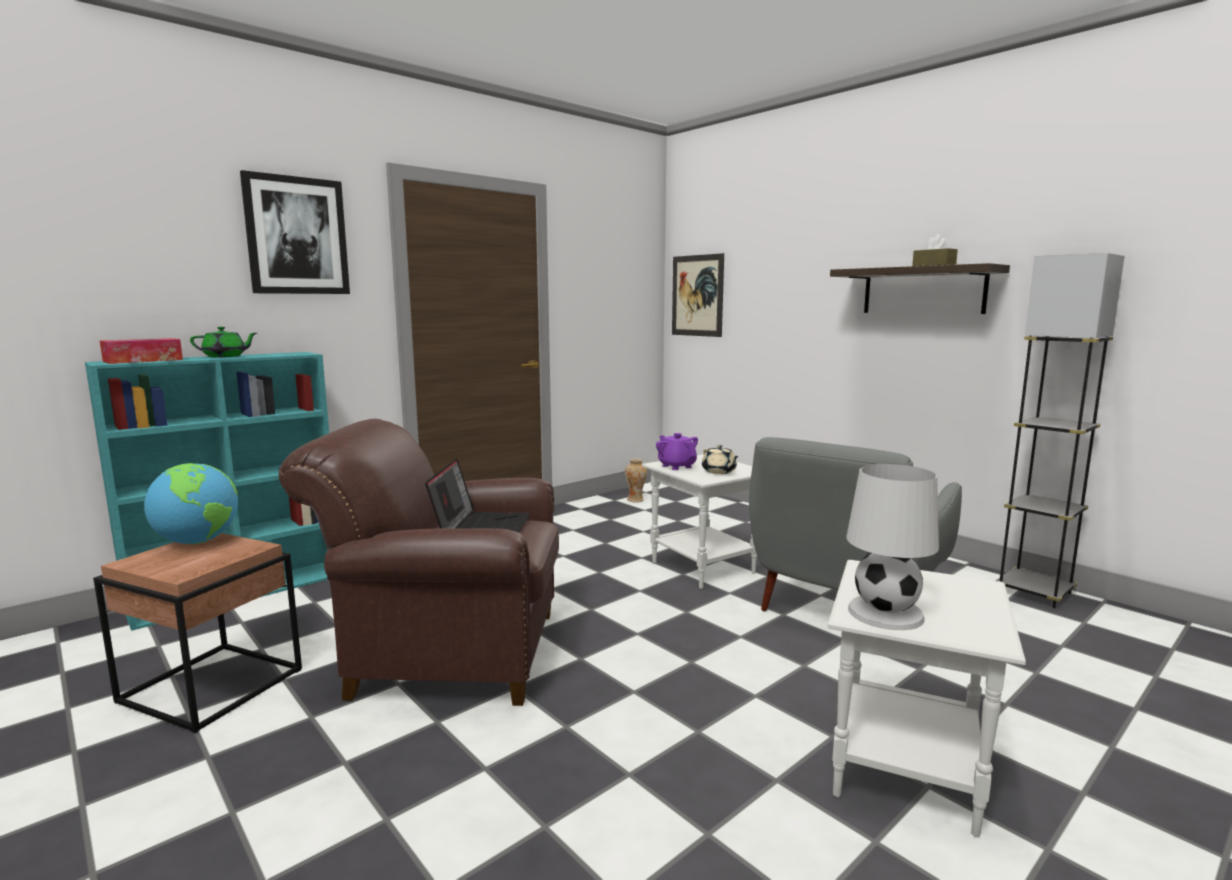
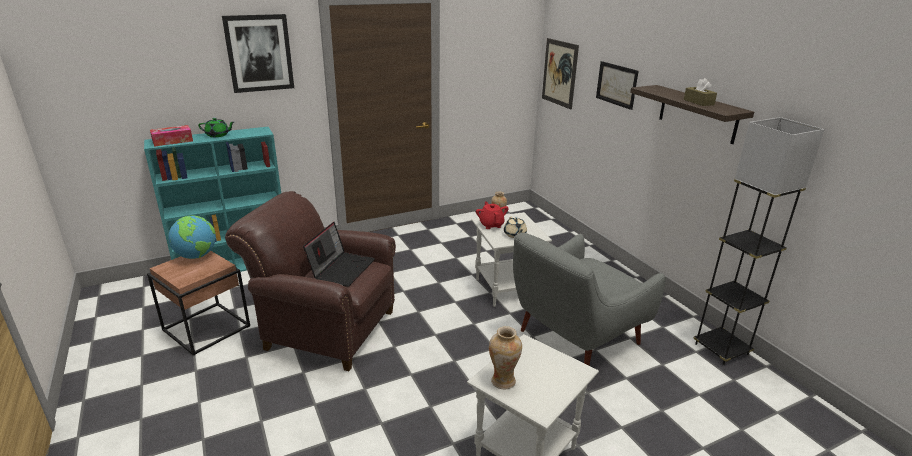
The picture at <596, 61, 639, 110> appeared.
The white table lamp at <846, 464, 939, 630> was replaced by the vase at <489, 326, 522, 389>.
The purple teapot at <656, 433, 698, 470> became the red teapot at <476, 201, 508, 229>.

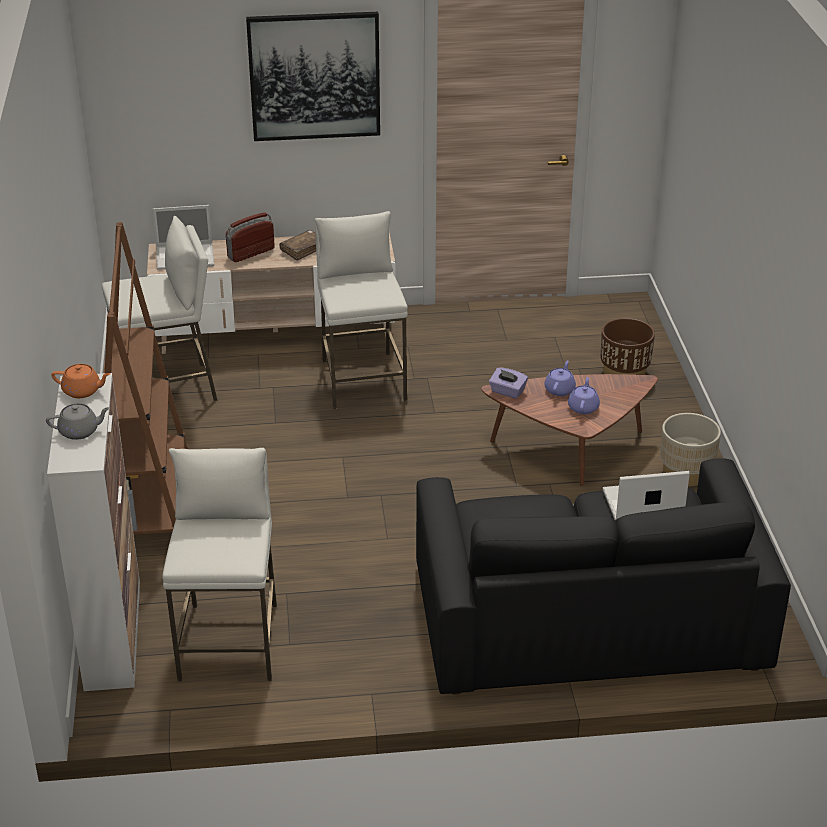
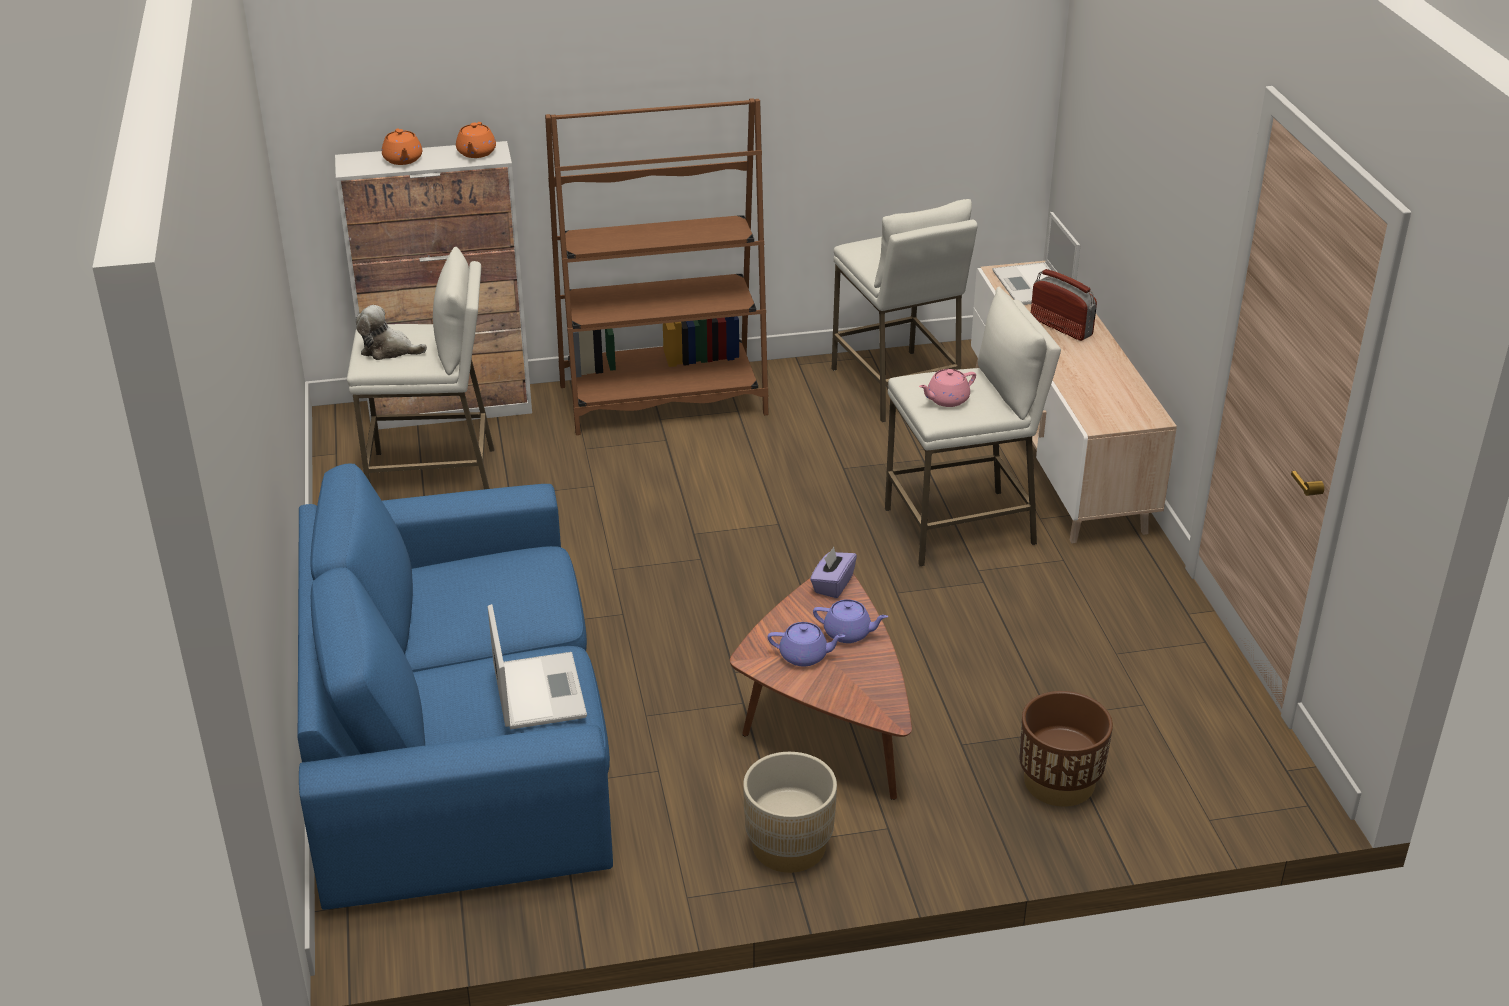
The picture at <246, 12, 380, 141> disappeared.
The brown book at <280, 230, 316, 261> disappeared.
The plush toy at <356, 305, 427, 360> appeared.
The pink teapot at <919, 369, 976, 407> appeared.
The grey teapot at <46, 403, 110, 440> became the orange teapot at <382, 129, 422, 165>.
The black sofa at <416, 458, 791, 695> became the blue sofa at <297, 463, 613, 910>.

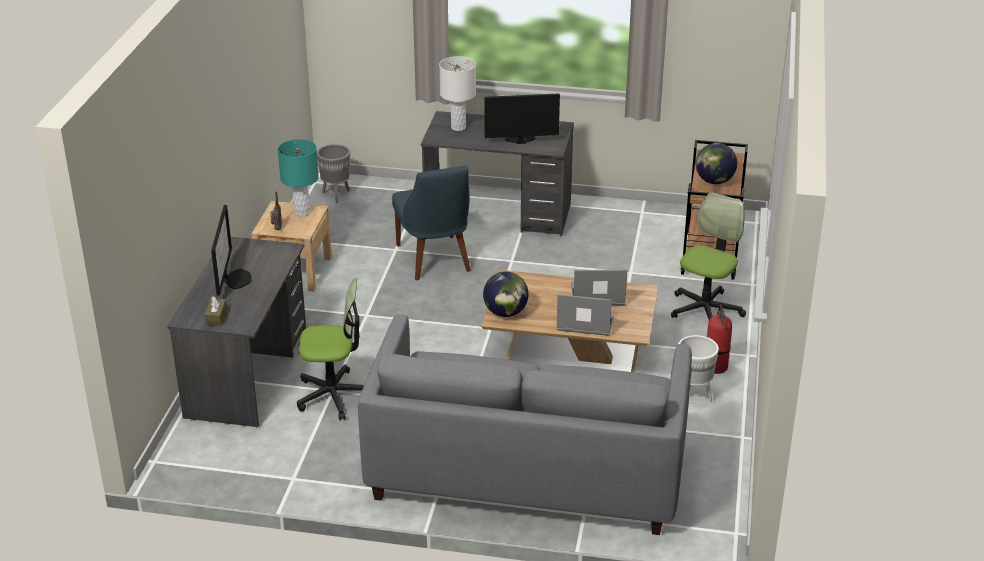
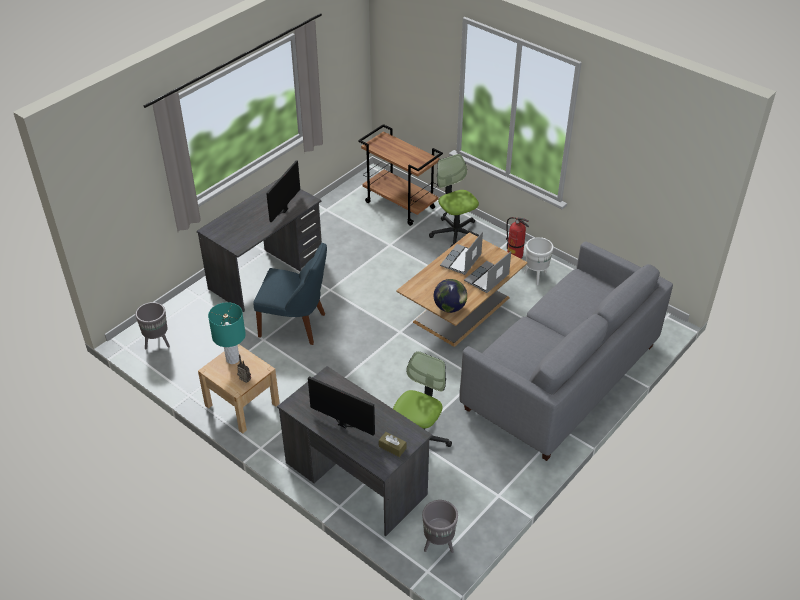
The white table lamp at <439, 56, 476, 131> disappeared.
The globe at <696, 143, 737, 184> disappeared.
The grey planter at <422, 500, 458, 553> appeared.

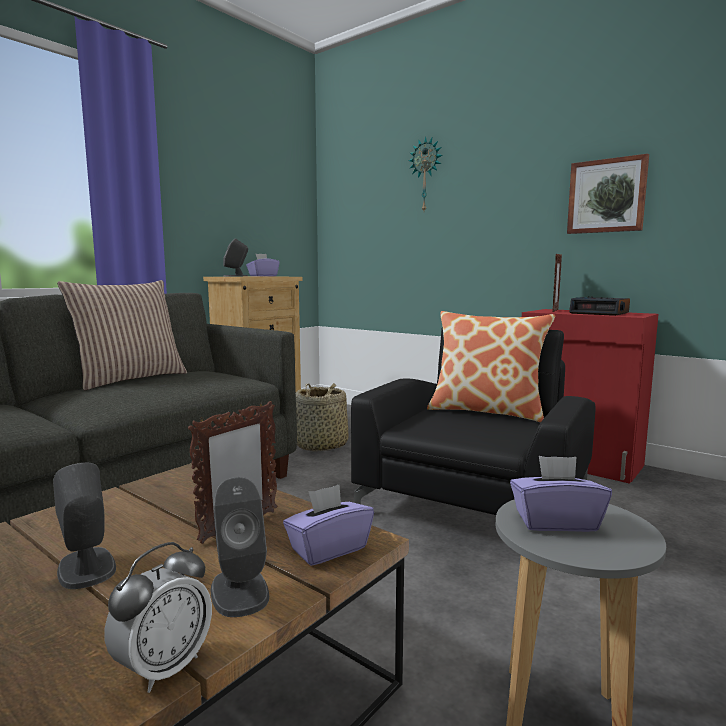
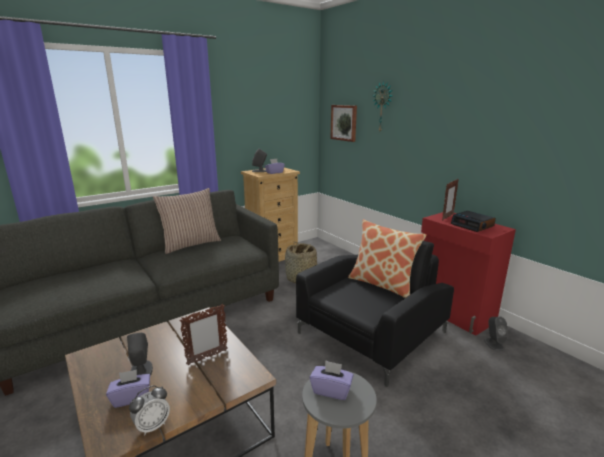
The grey speaker moved from <210, 477, 269, 617> to <484, 317, 508, 351>.
The purple tissue box moved from <283, 485, 374, 566> to <106, 370, 150, 408>.
The picture moved from <567, 154, 649, 234> to <330, 105, 357, 142>.

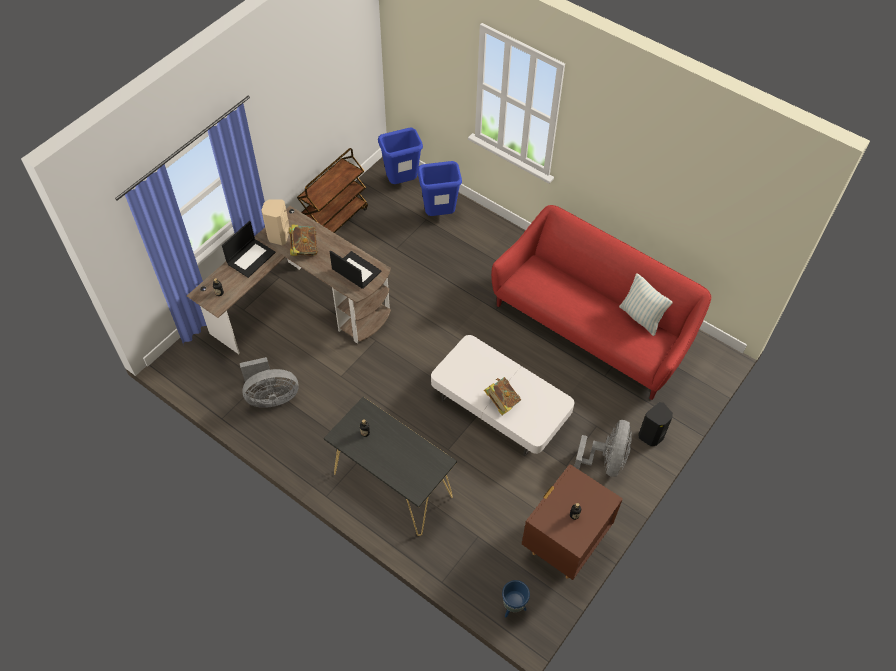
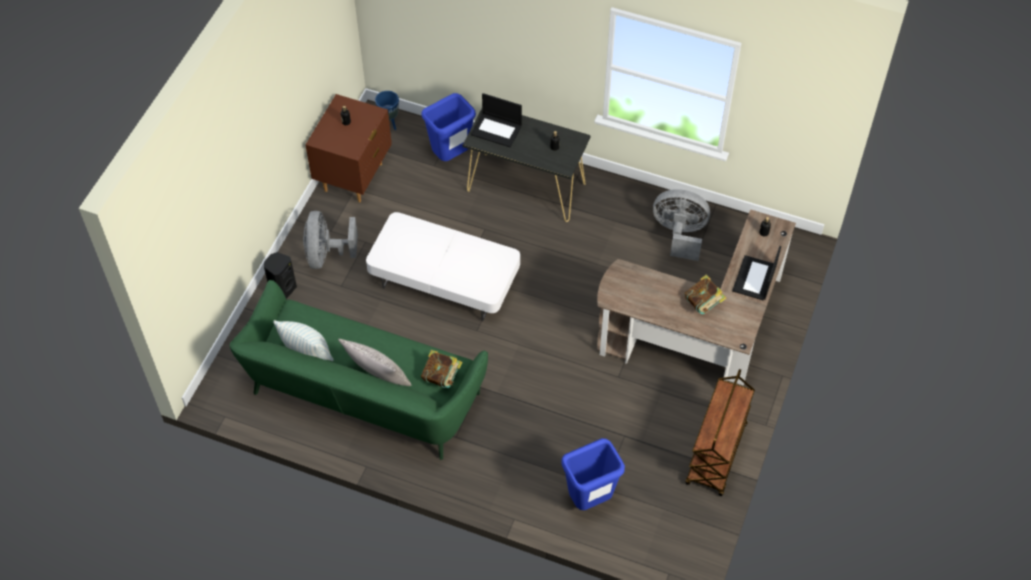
The beige speaker at <261, 199, 289, 245> disappeared.
The grey pillow at <338, 339, 411, 386> appeared.
The laptop moved from <330, 250, 381, 289> to <471, 93, 522, 147>.
The blue trash can moved from <378, 127, 423, 184> to <421, 93, 476, 161>.
The book moved from <484, 377, 521, 415> to <421, 350, 462, 388>.
The red sofa at <491, 205, 711, 400> became the green sofa at <230, 280, 488, 460>.
The grey fan at <240, 357, 299, 408> turned 45 degrees clockwise.

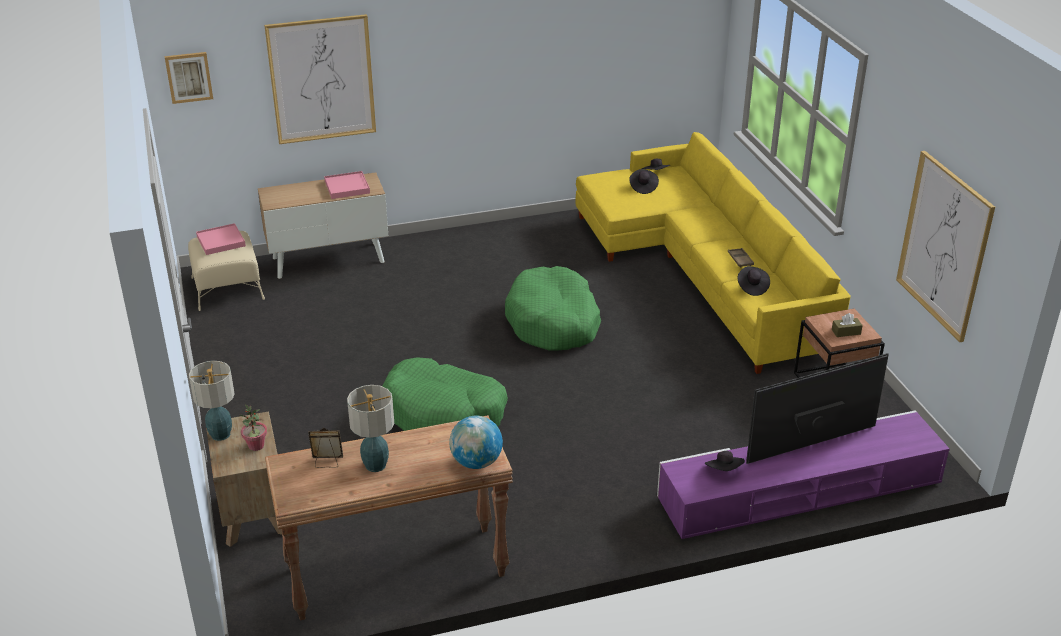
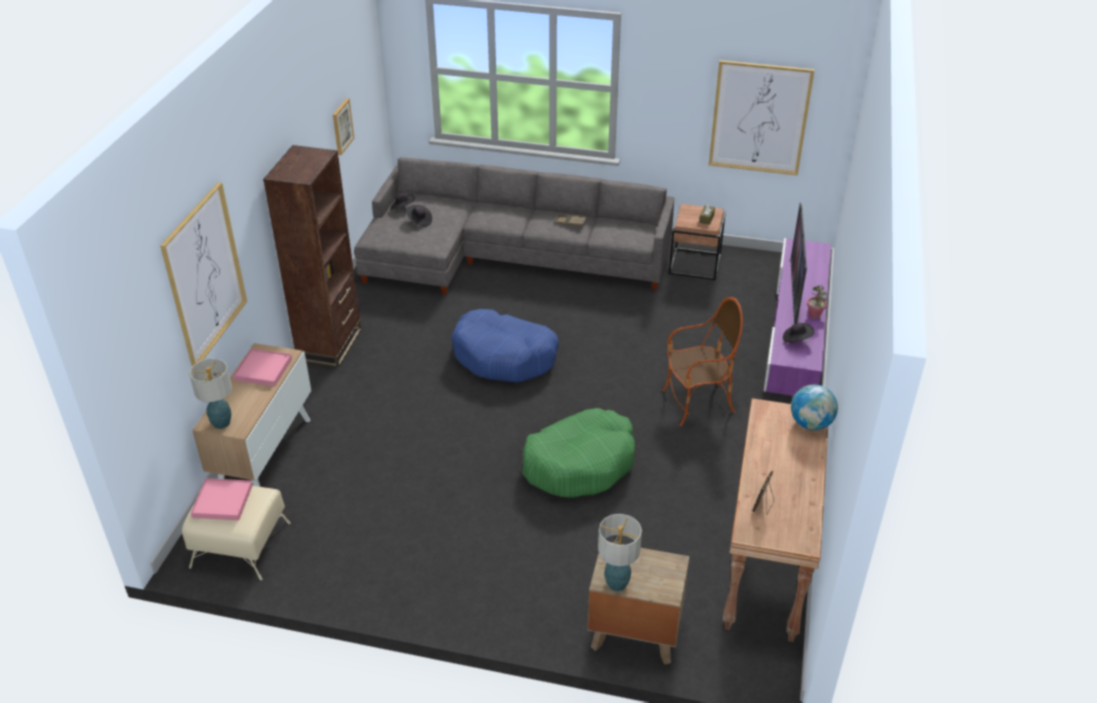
The black hat at <738, 266, 770, 296> disappeared.
The brown bookcase at <263, 145, 362, 368> appeared.
The armchair at <663, 297, 743, 426> appeared.
The picture moved from <164, 52, 213, 104> to <333, 98, 354, 155>.
The potted plant moved from <240, 404, 267, 451> to <807, 285, 827, 318>.
The table lamp moved from <347, 385, 394, 472> to <189, 358, 232, 429>.
The green dog bed at <505, 266, 601, 351> became the blue dog bed at <451, 309, 559, 383>.
The yellow sofa at <576, 132, 851, 374> became the grey sofa at <354, 157, 674, 295>.

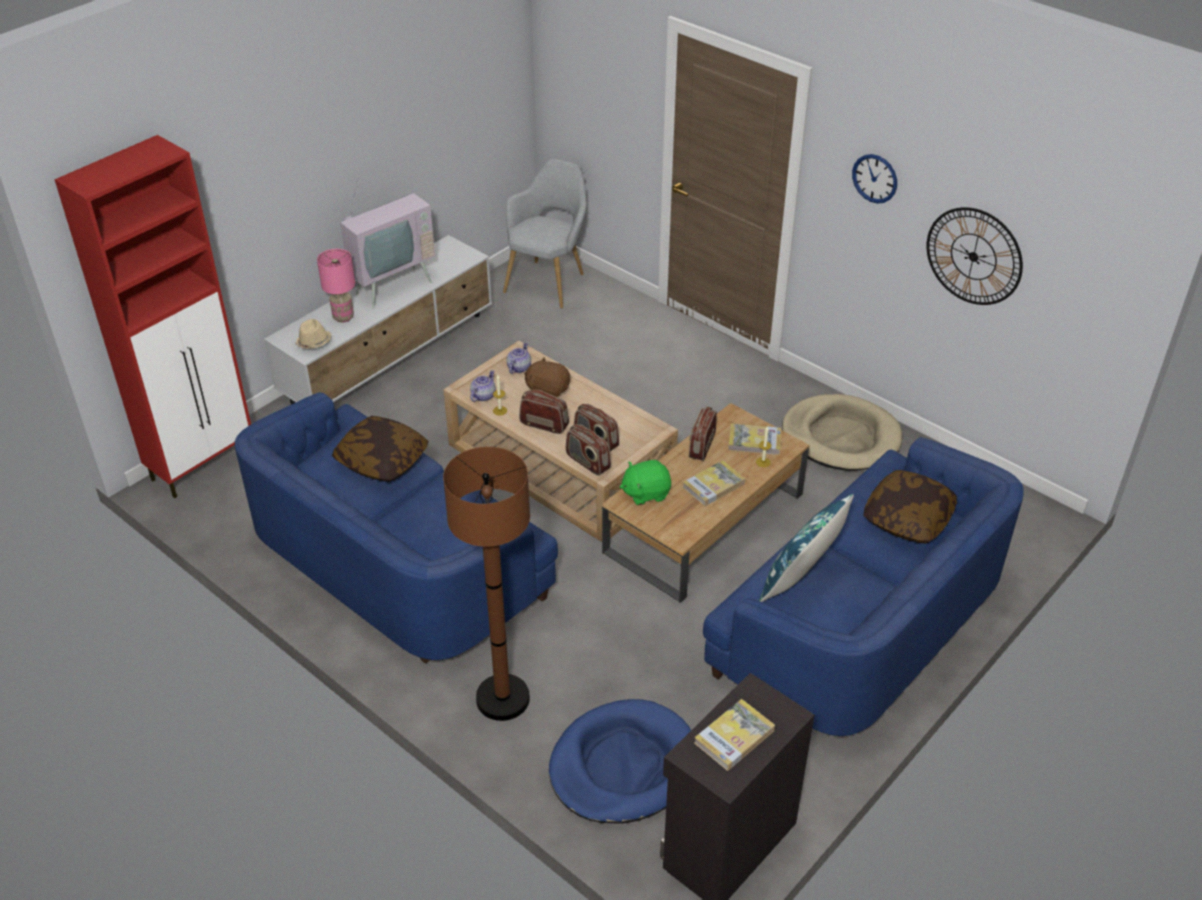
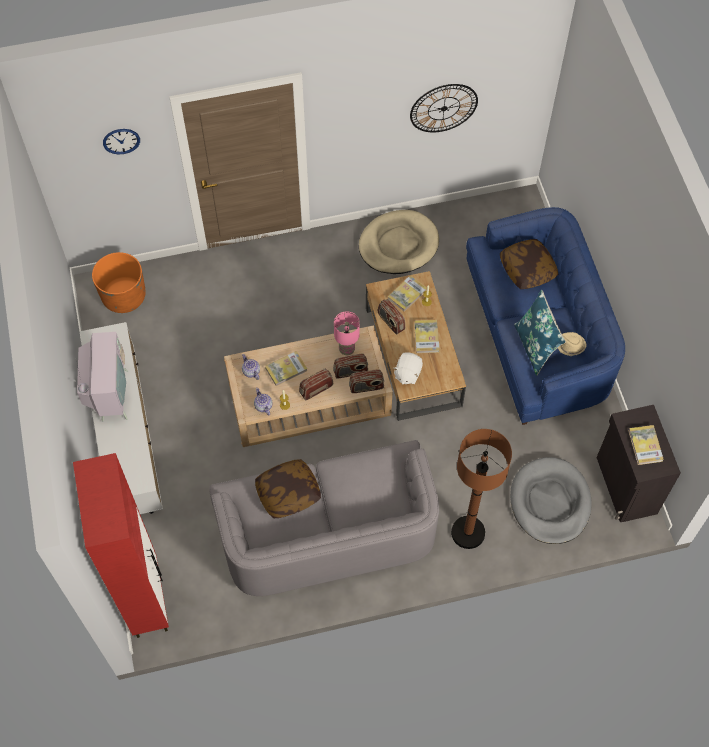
The beige hat moved from <295, 319, 331, 349> to <558, 332, 587, 356>.
The pink table lamp moved from <317, 249, 355, 322> to <334, 311, 360, 355>.
The wall clock moved from <852, 154, 897, 204> to <103, 129, 140, 154>.
The grey armchair at <503, 159, 587, 308> was replaced by the orange planter at <92, 252, 146, 313>.
The brown plush toy at <524, 357, 570, 397> was replaced by the book at <265, 351, 307, 386>.
The blue sofa at <235, 392, 558, 664> became the grey sofa at <209, 440, 439, 596>.
The blue dog bed at <549, 699, 691, 824> became the grey dog bed at <510, 457, 592, 544>.
The green plush toy at <620, 460, 671, 505> became the white plush toy at <393, 353, 423, 384>.

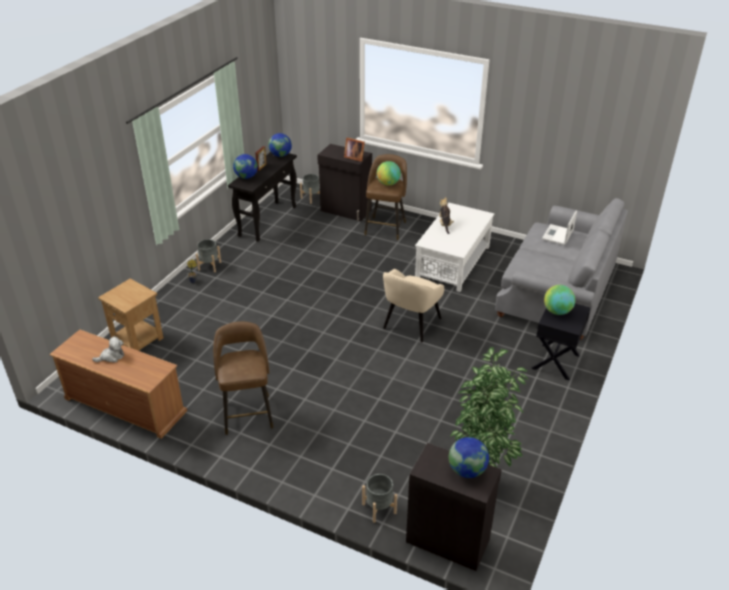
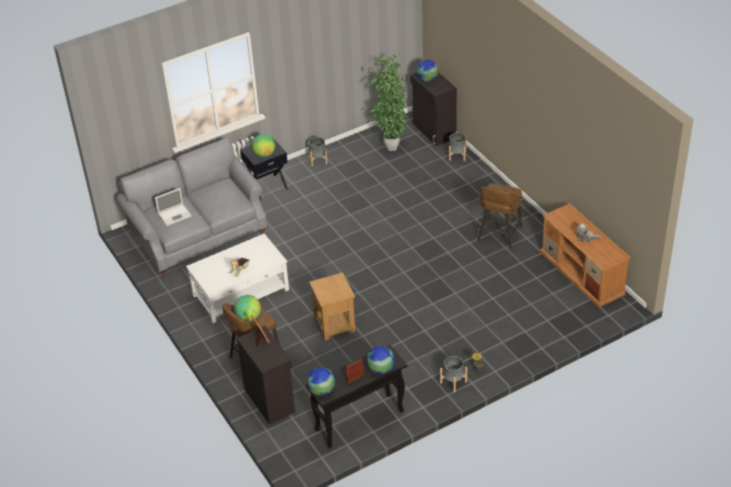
The beige armchair at <383, 269, 444, 343> disappeared.
The brown side table moved from <98, 279, 163, 351> to <309, 272, 355, 341>.
The grey planter moved from <300, 174, 320, 204> to <308, 137, 327, 166>.

